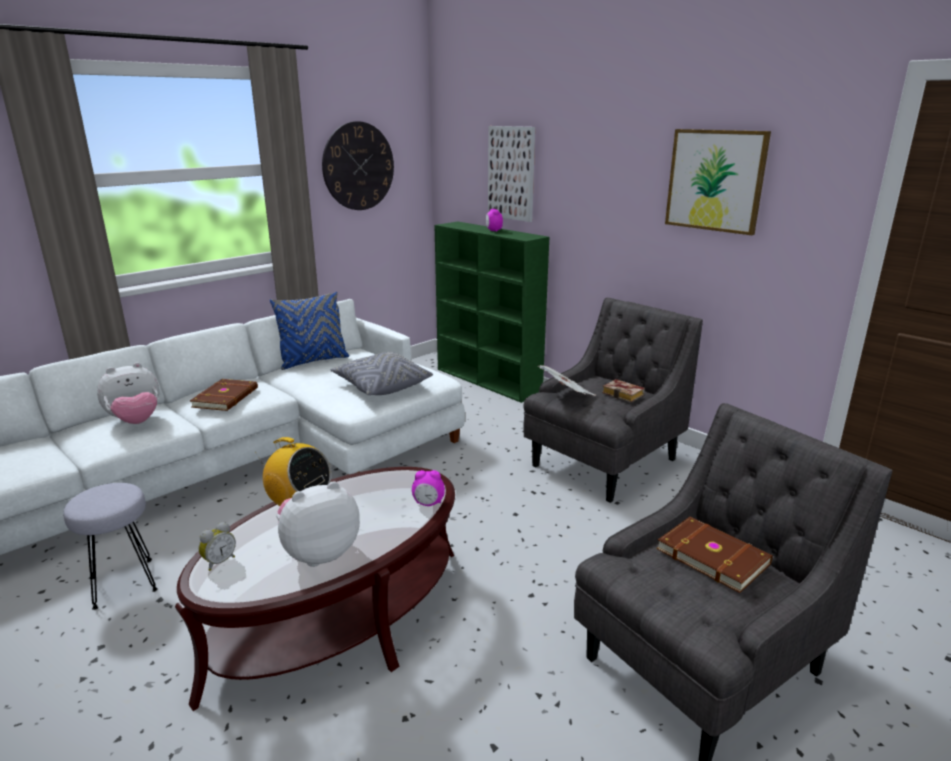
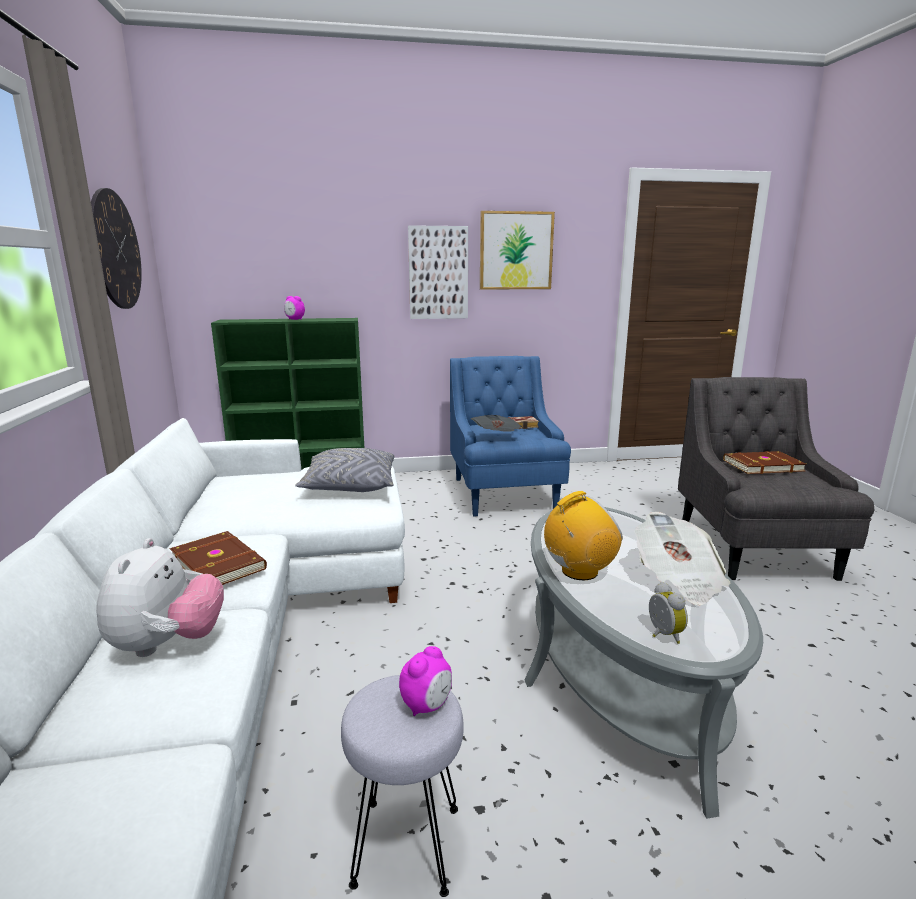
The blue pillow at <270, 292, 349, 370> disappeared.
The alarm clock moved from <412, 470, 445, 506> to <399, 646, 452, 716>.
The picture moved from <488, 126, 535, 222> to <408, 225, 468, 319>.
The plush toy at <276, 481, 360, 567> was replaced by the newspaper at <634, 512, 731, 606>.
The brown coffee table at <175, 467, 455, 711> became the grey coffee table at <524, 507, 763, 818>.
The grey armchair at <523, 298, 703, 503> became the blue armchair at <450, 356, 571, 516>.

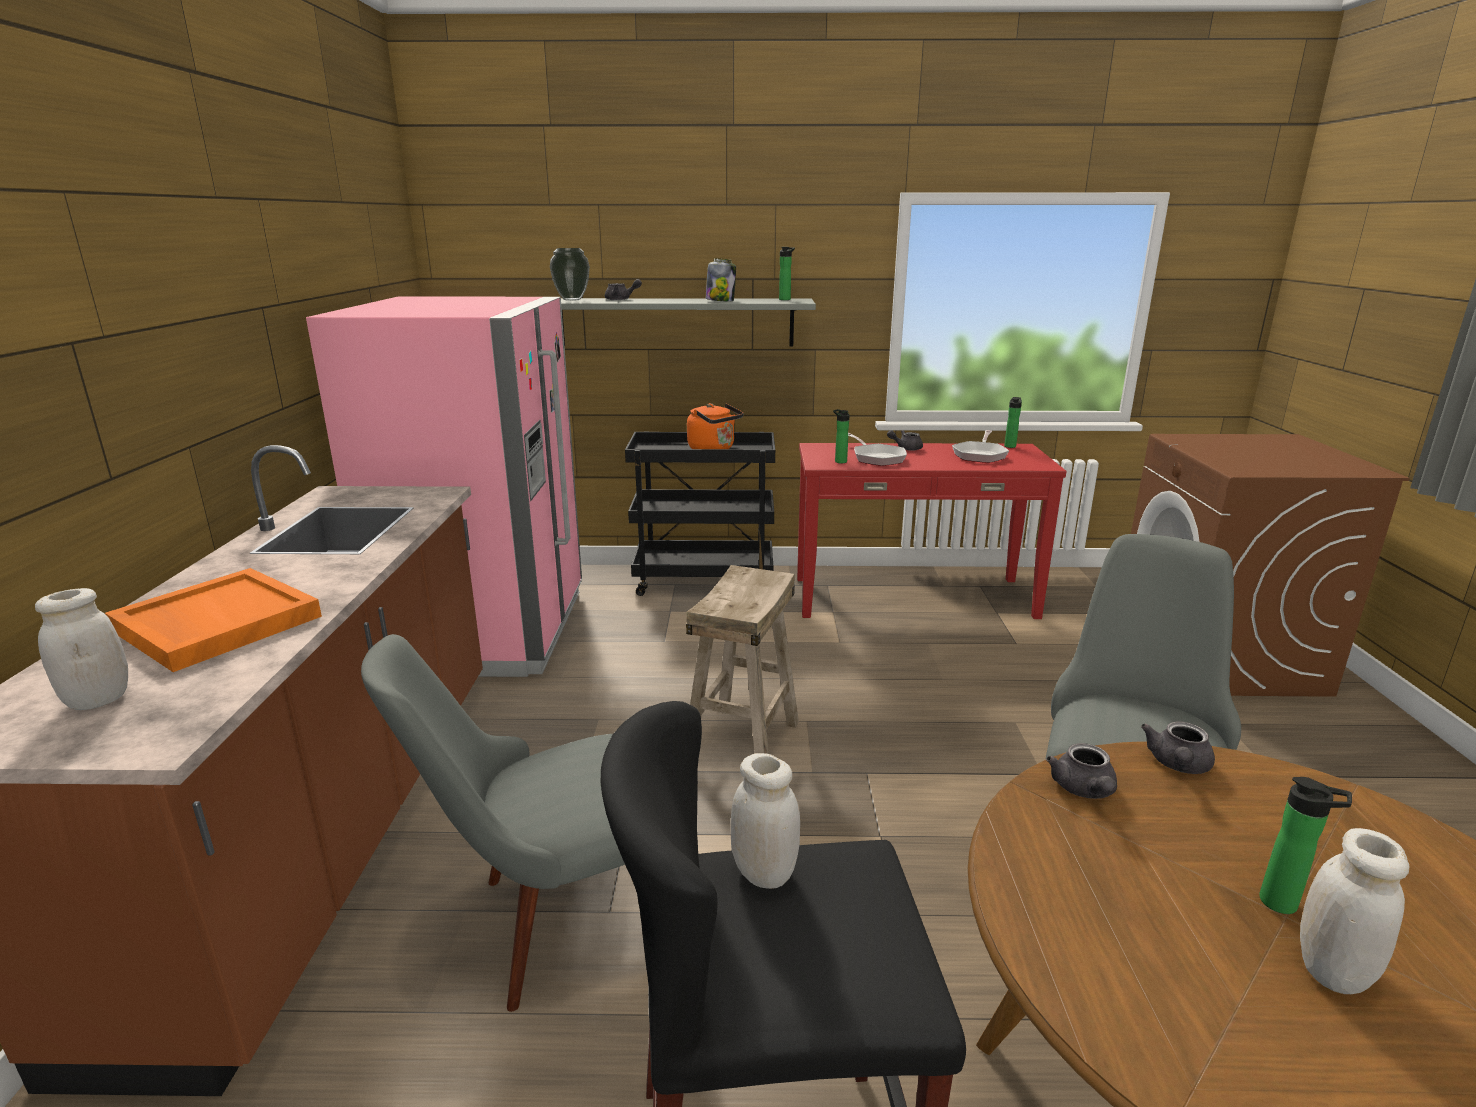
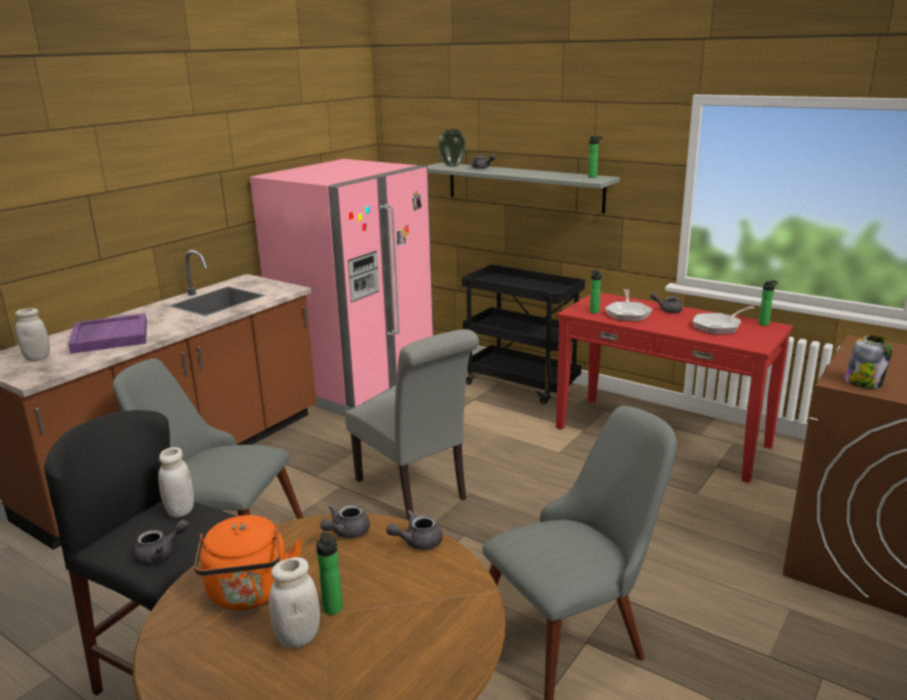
The grey teapot at <133, 520, 189, 564> appeared.
The orange kettle moved from <687, 403, 743, 449> to <194, 515, 302, 610>.
The jar moved from <706, 258, 736, 302> to <844, 335, 893, 389>.
The beige stool at <686, 565, 799, 754> was replaced by the grey chair at <345, 329, 479, 520>.
The orange tray at <105, 568, 322, 672> became the purple tray at <68, 313, 147, 354>.

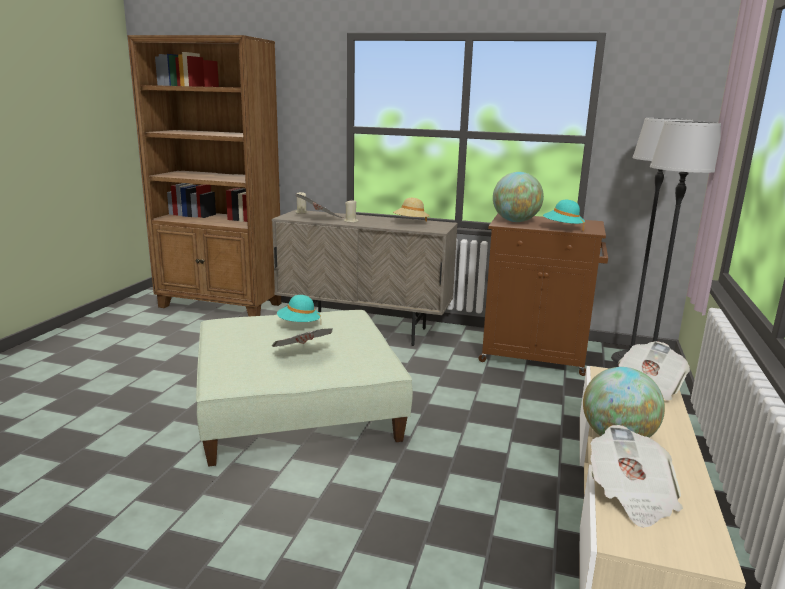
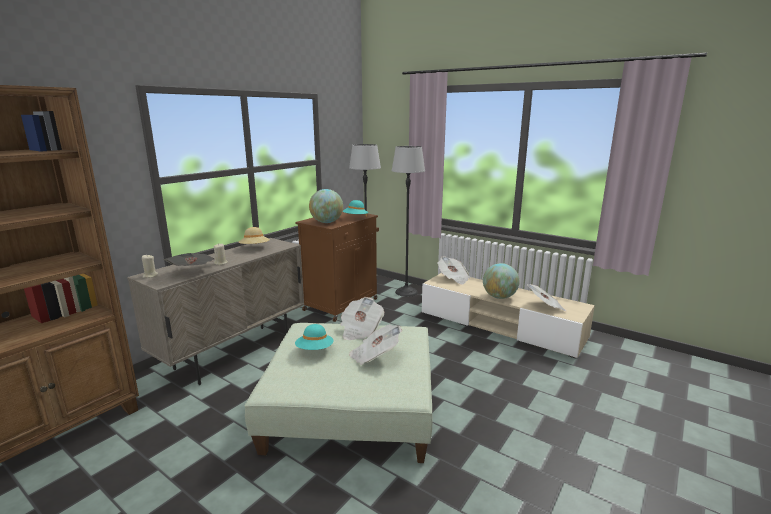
The newspaper at <340, 297, 384, 340> appeared.

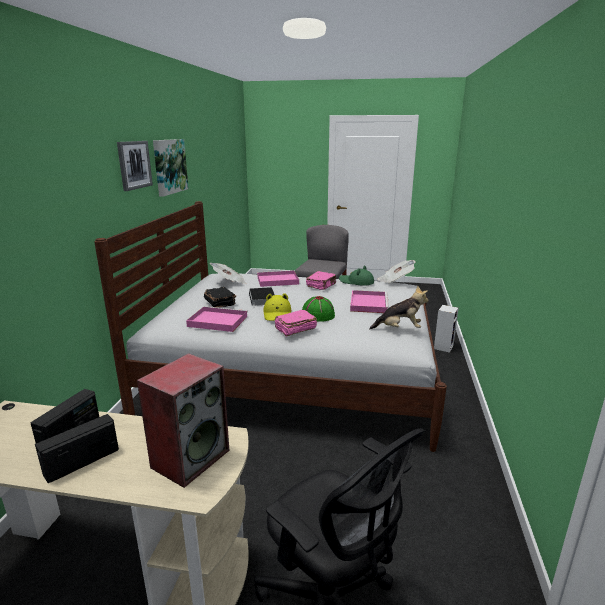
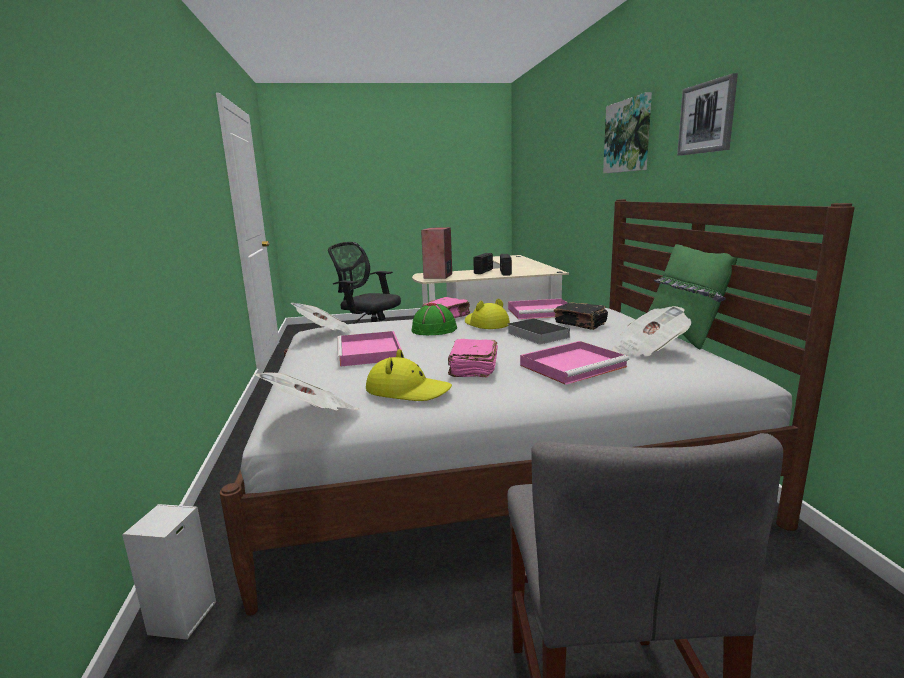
The green pillow at <648, 244, 737, 350> appeared.
The picture moved from <153, 139, 189, 197> to <603, 92, 652, 173>.
The plush toy at <369, 286, 428, 329> was replaced by the newspaper at <291, 303, 353, 333>.
The green hat at <339, 266, 374, 286> became the yellow hat at <366, 349, 452, 401>.

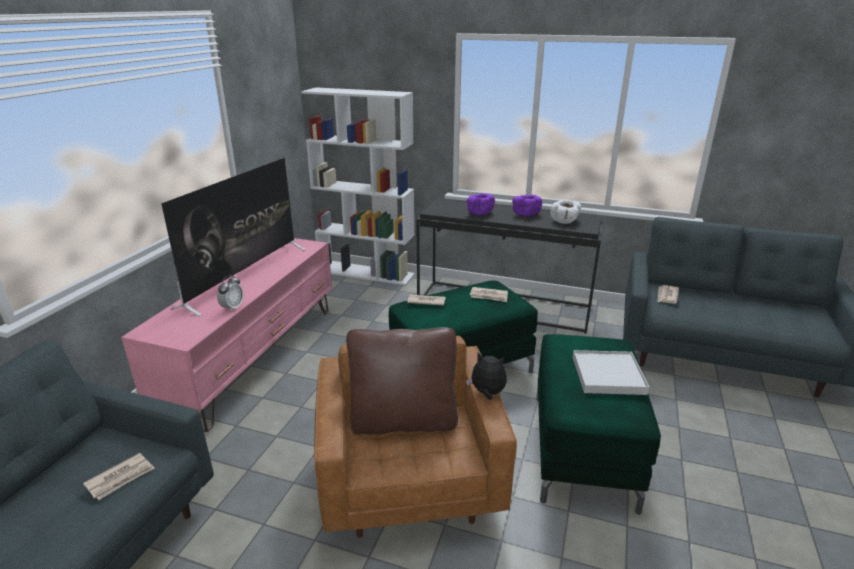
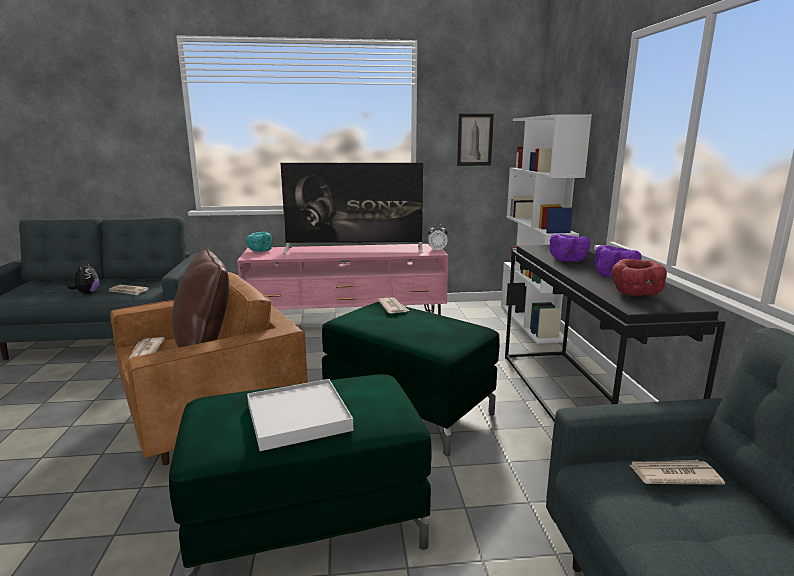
The turquoise bowl at <246, 232, 272, 252> appeared.
The picture at <457, 114, 494, 166> appeared.
The alarm clock moved from <217, 275, 243, 312> to <428, 224, 448, 251>.
The plush toy moved from <466, 352, 507, 400> to <67, 262, 99, 294>.
The newspaper moved from <470, 287, 508, 302> to <128, 337, 165, 359>.
The white bowl at <550, 200, 581, 224> became the red bowl at <612, 259, 667, 296>.

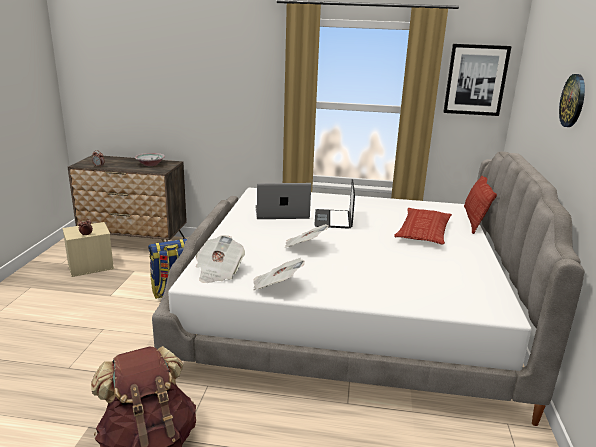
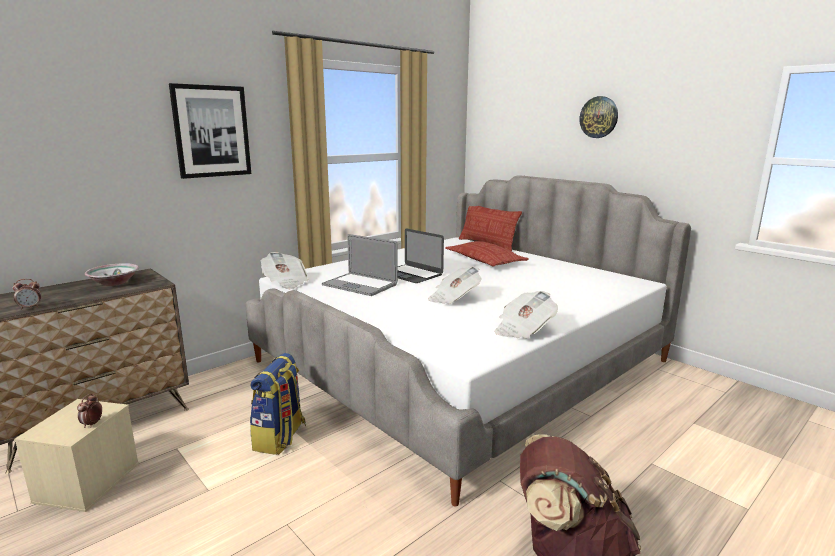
The newspaper moved from <196, 235, 245, 283> to <261, 252, 309, 289>.
The picture moved from <443, 44, 512, 116> to <169, 83, 251, 179>.
The laptop at <255, 183, 311, 219> turned 90 degrees counterclockwise.

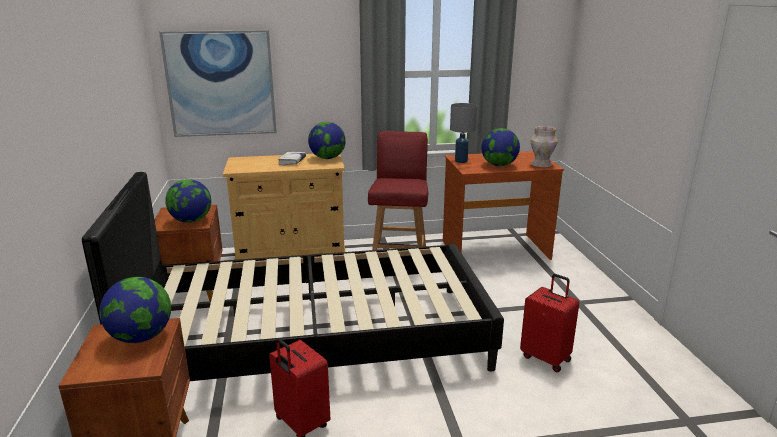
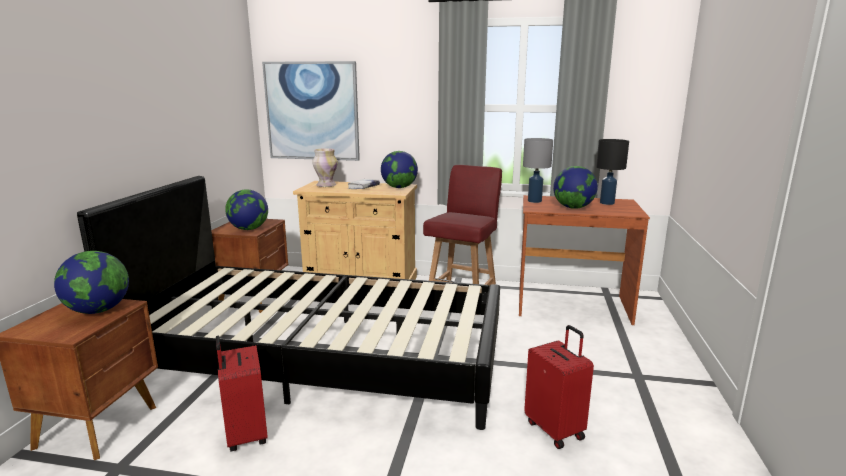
The black table lamp at <596, 139, 629, 205> appeared.
The vase moved from <531, 126, 558, 167> to <312, 148, 338, 187>.

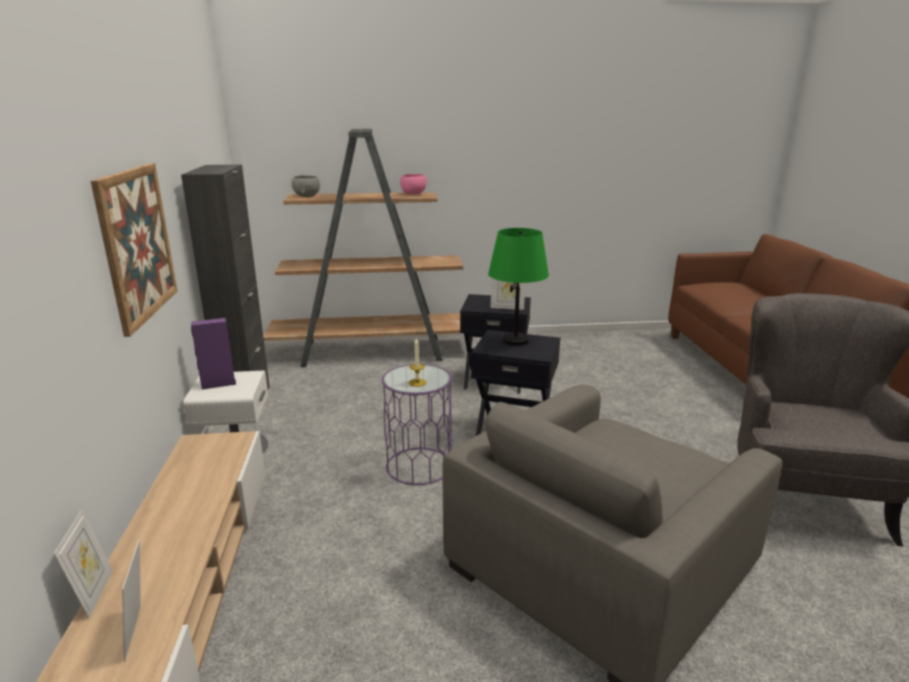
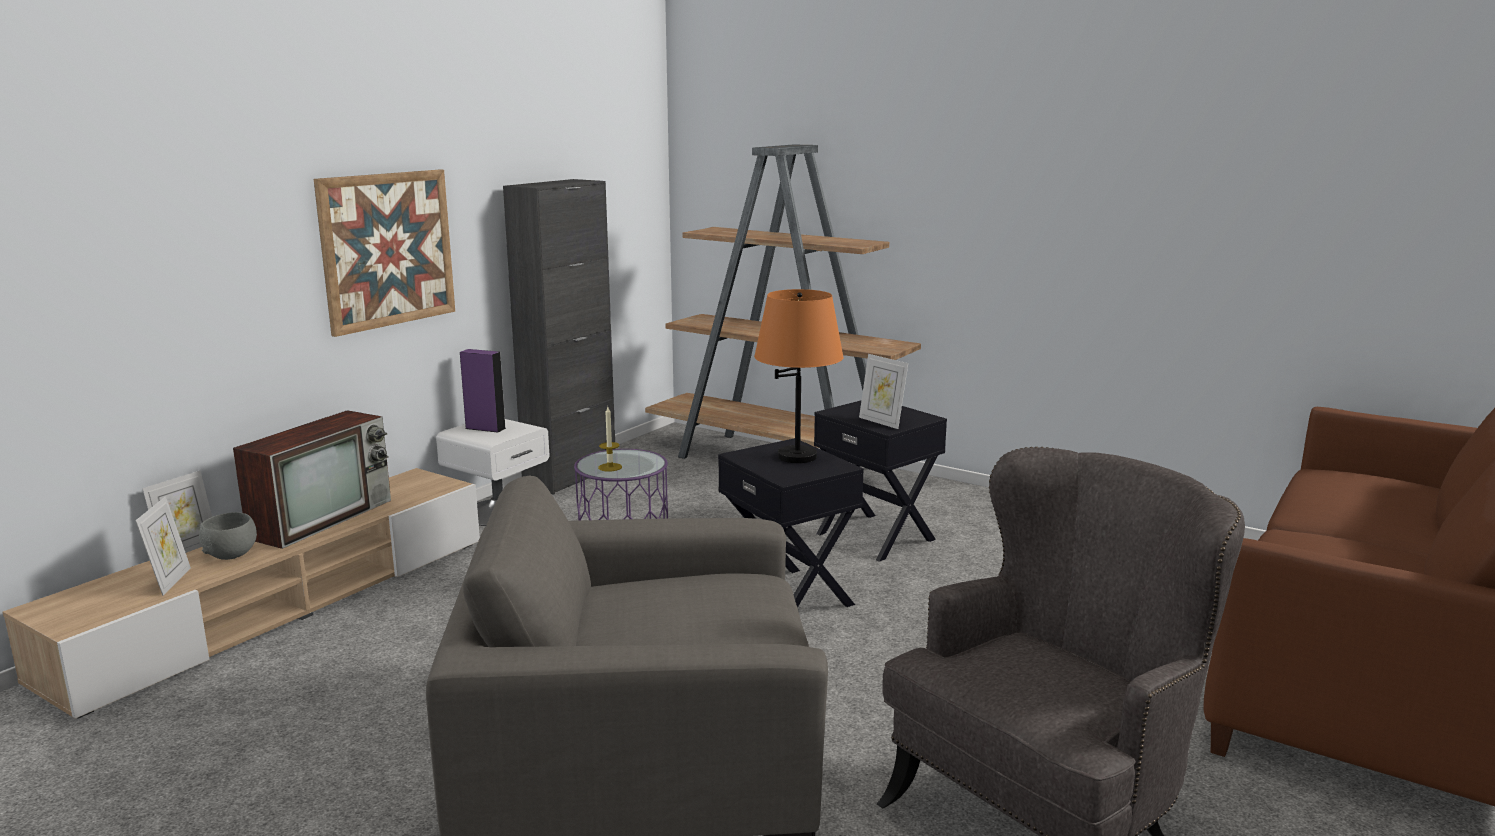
The pink bowl at <400, 174, 427, 195> disappeared.
The television at <233, 410, 391, 549> appeared.
The grey bowl moved from <291, 175, 320, 197> to <199, 512, 257, 560>.
The green table lamp at <488, 228, 549, 346> became the orange table lamp at <754, 289, 844, 463>.
The picture frame at <122, 539, 141, 662> turned 150 degrees clockwise.

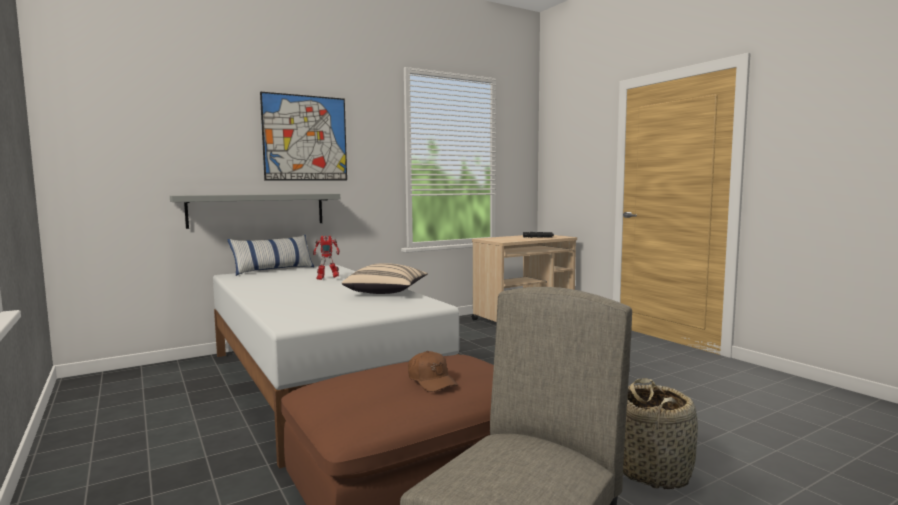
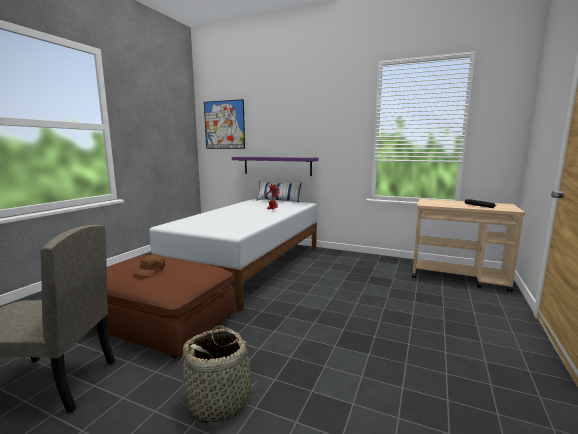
The beige pillow at <342, 263, 428, 294> disappeared.
The picture moved from <260, 92, 347, 180> to <204, 99, 245, 149>.
The grey shelf at <170, 194, 340, 229> became the purple shelf at <232, 157, 319, 176>.

